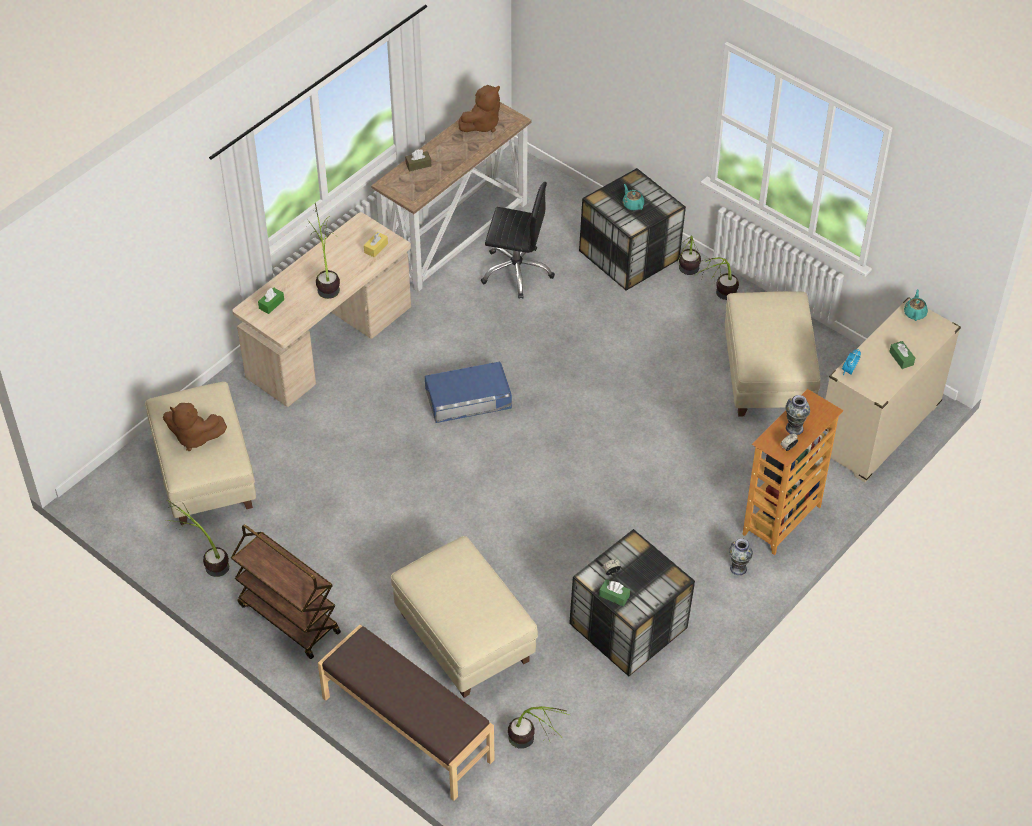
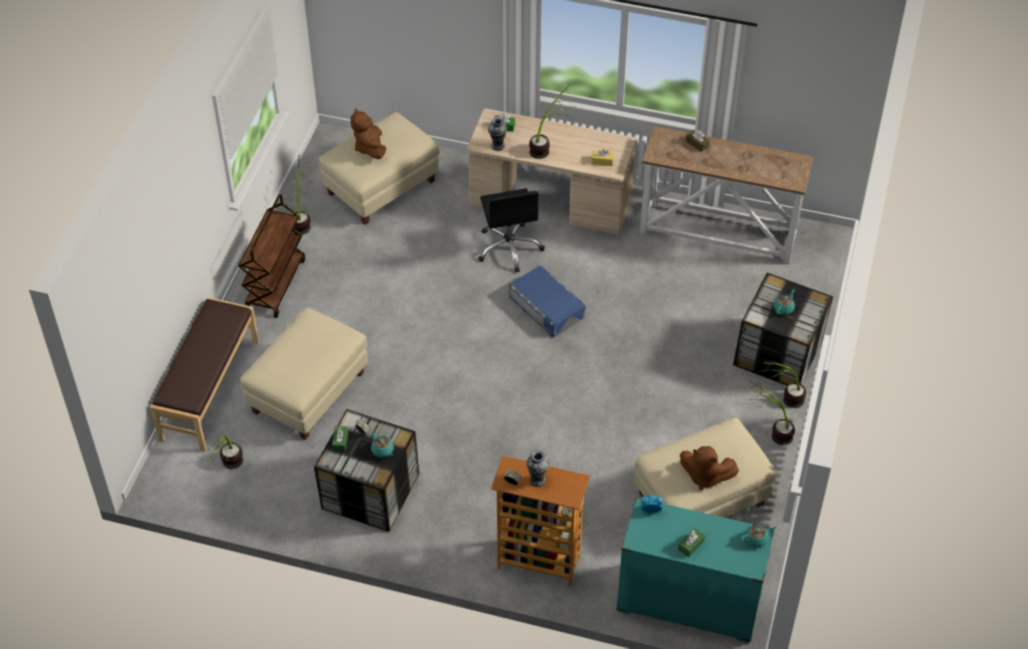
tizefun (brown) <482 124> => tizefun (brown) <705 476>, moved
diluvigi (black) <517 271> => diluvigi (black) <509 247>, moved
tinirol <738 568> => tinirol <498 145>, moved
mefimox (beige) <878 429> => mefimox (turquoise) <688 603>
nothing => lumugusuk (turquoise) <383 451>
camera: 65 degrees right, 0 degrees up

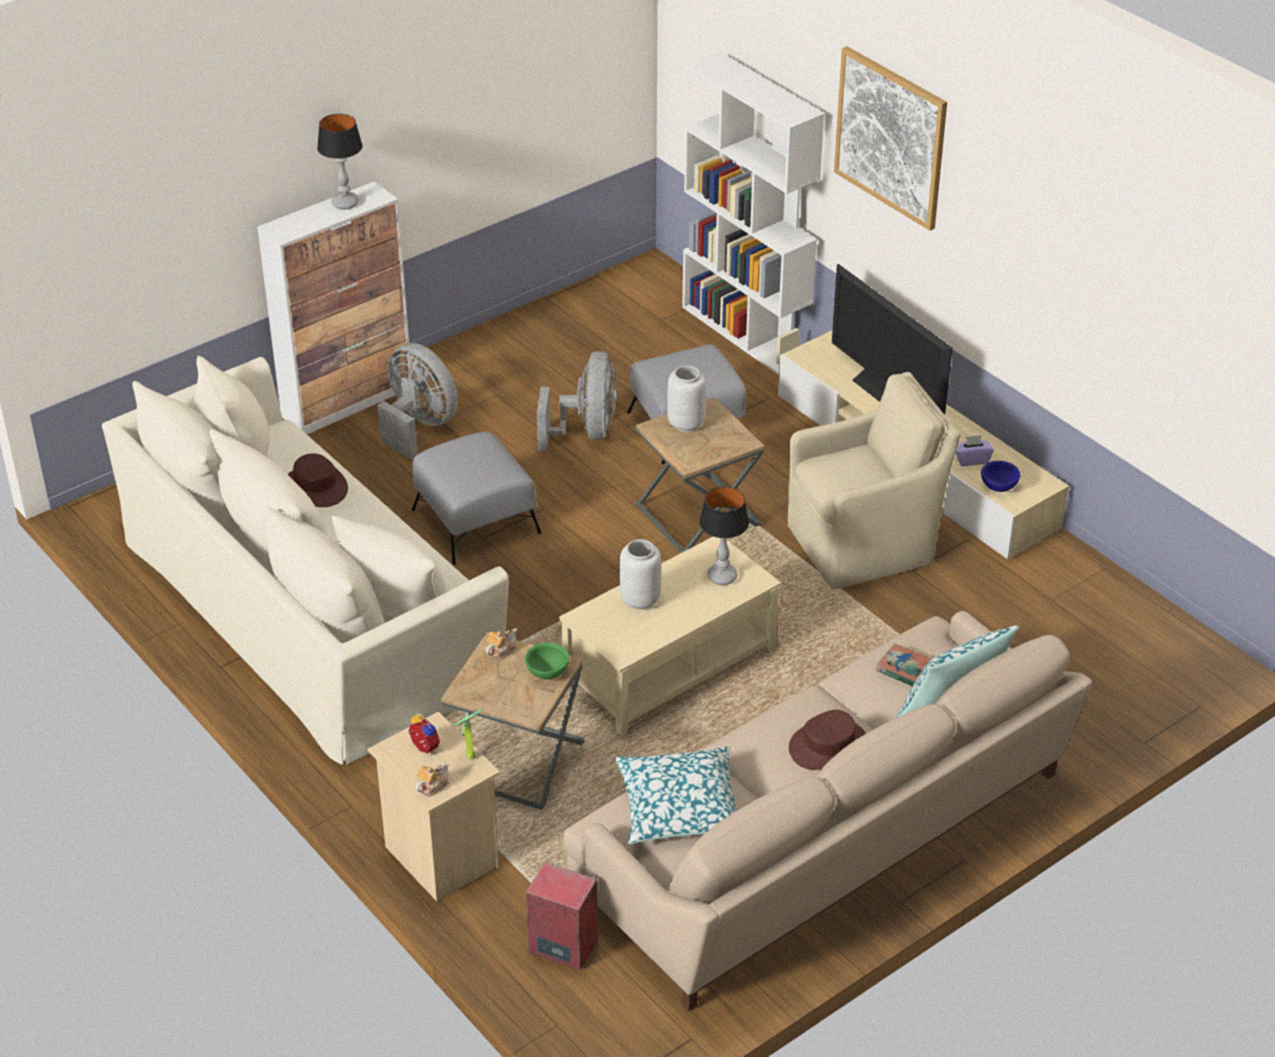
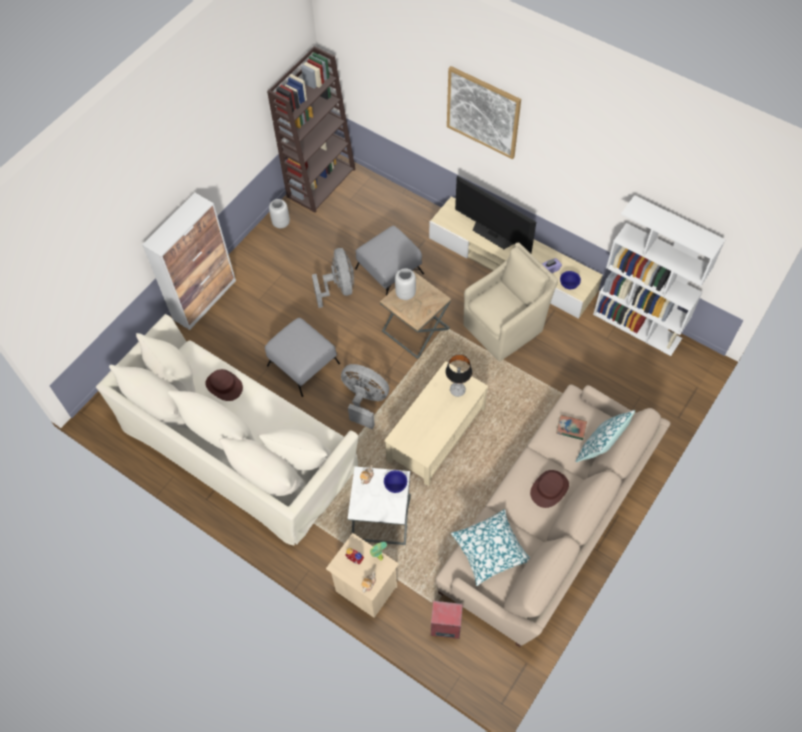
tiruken <344 203> => nothing
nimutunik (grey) <419 426> => nimutunik (grey) <365 401>, moved
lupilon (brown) <516 761> => lupilon (white) <381 517>
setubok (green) <546 673> => setubok (blue) <395 485>
tinirol (grey) <640 599> => tinirol (grey) <281 223>, moved
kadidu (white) <746 333> => kadidu (white) <637 326>, moved
nothing => kadidu (brown) <321 182>
camera: 15 degrees left, 20 degrees up

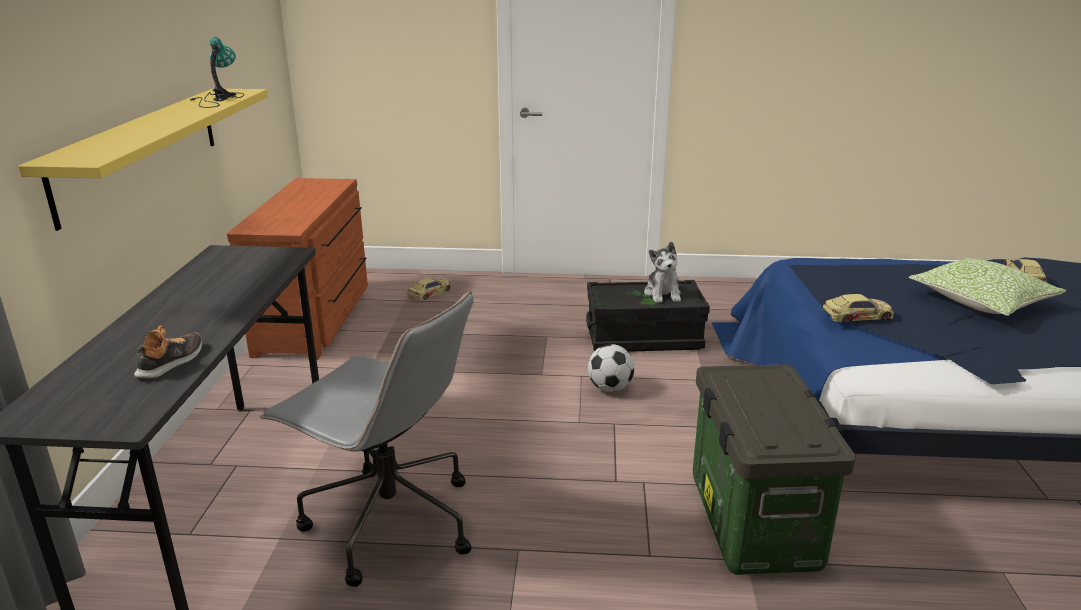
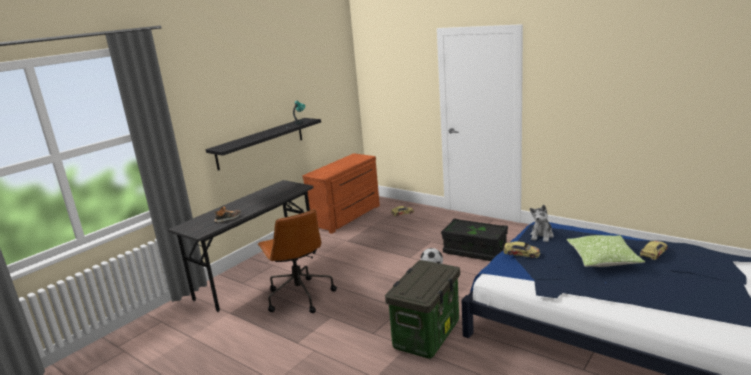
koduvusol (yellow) <140 150> => koduvusol (black) <261 143>
diluvigi (grey) <388 522> => diluvigi (brown) <299 296>
tizefun <662 294> => tizefun <541 236>, moved
camera: 35 degrees right, 5 degrees down

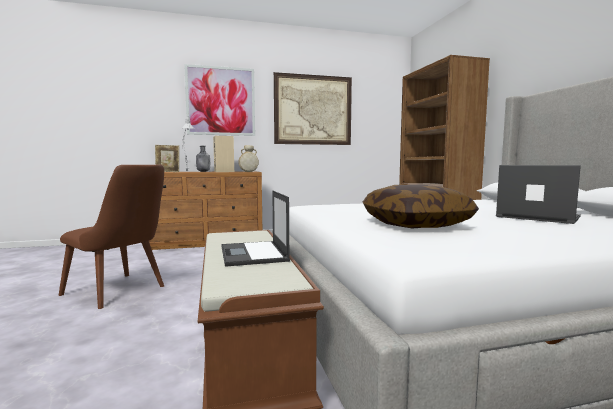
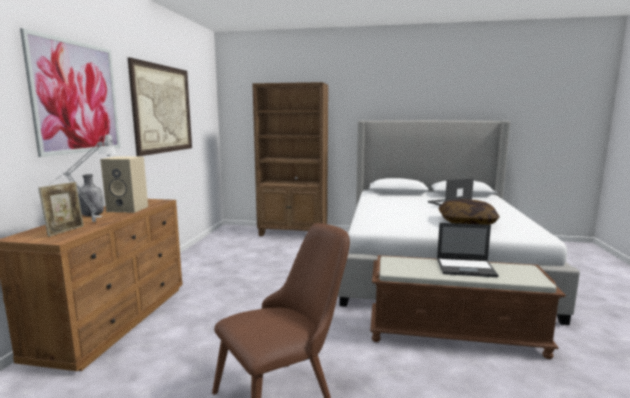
tinirol (beige) <248 171> => nothing
camera: 65 degrees left, 5 degrees up

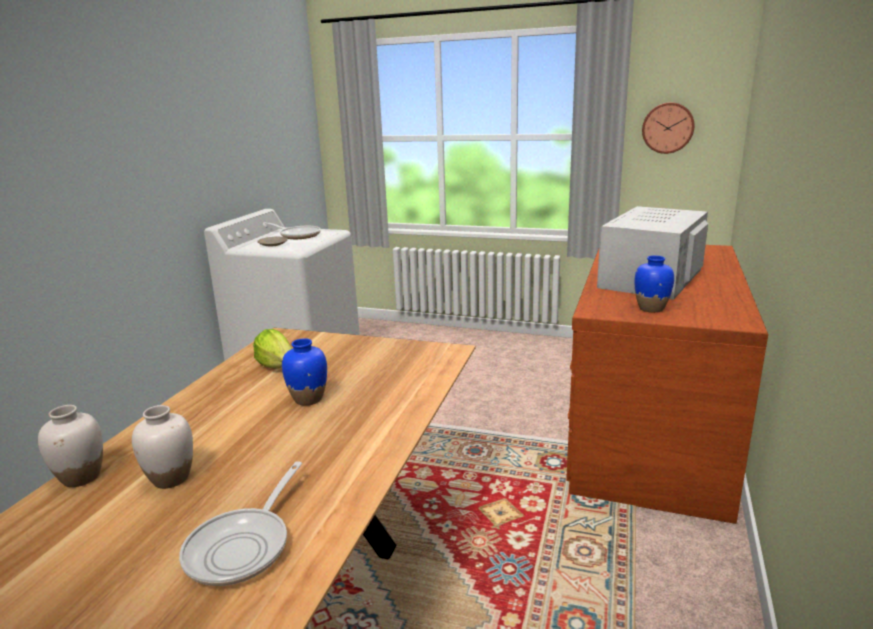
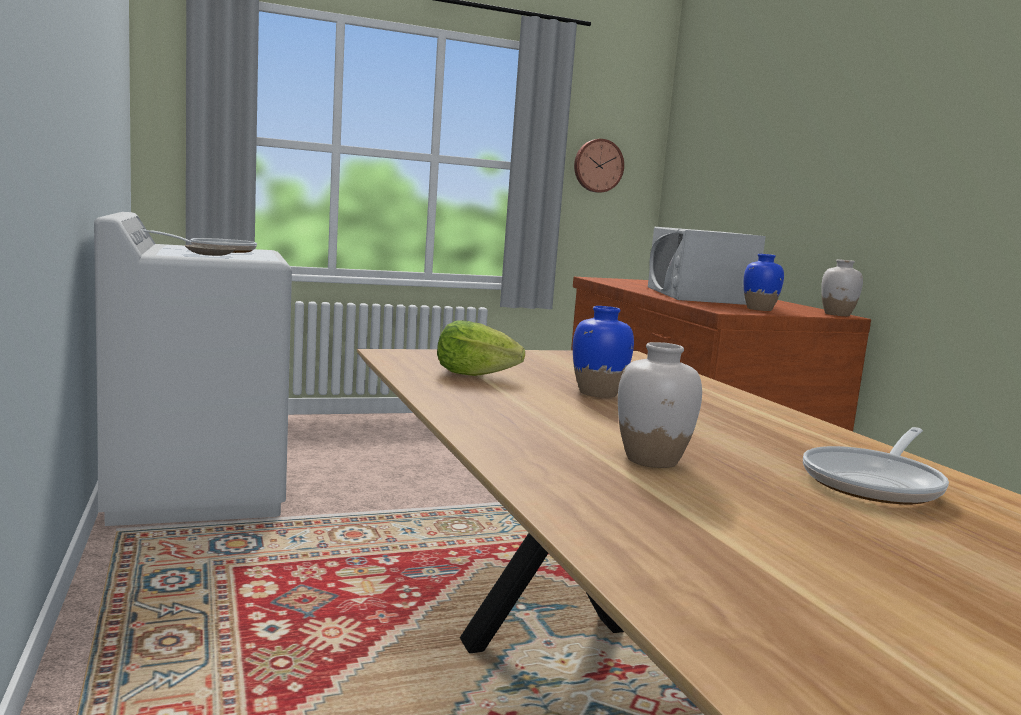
tinirol (white) <82 477> => tinirol (white) <837 314>, moved
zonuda <243 546> => zonuda <875 483>, 60 degrees clockwise
camera: 40 degrees left, 10 degrees down

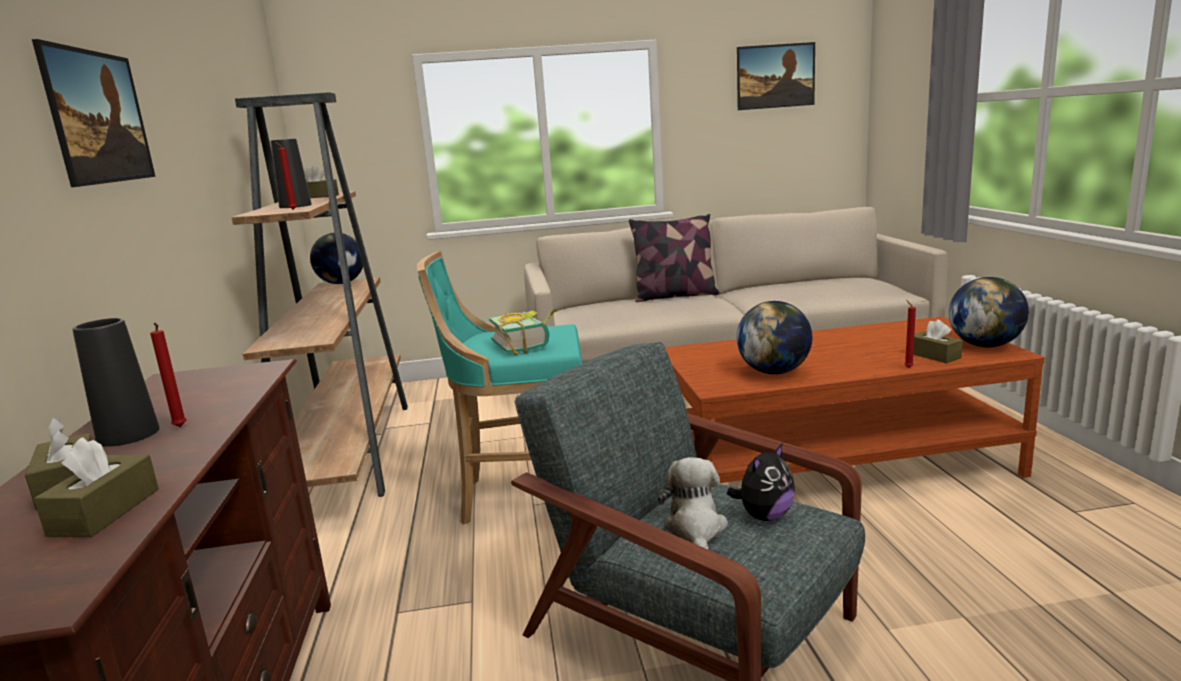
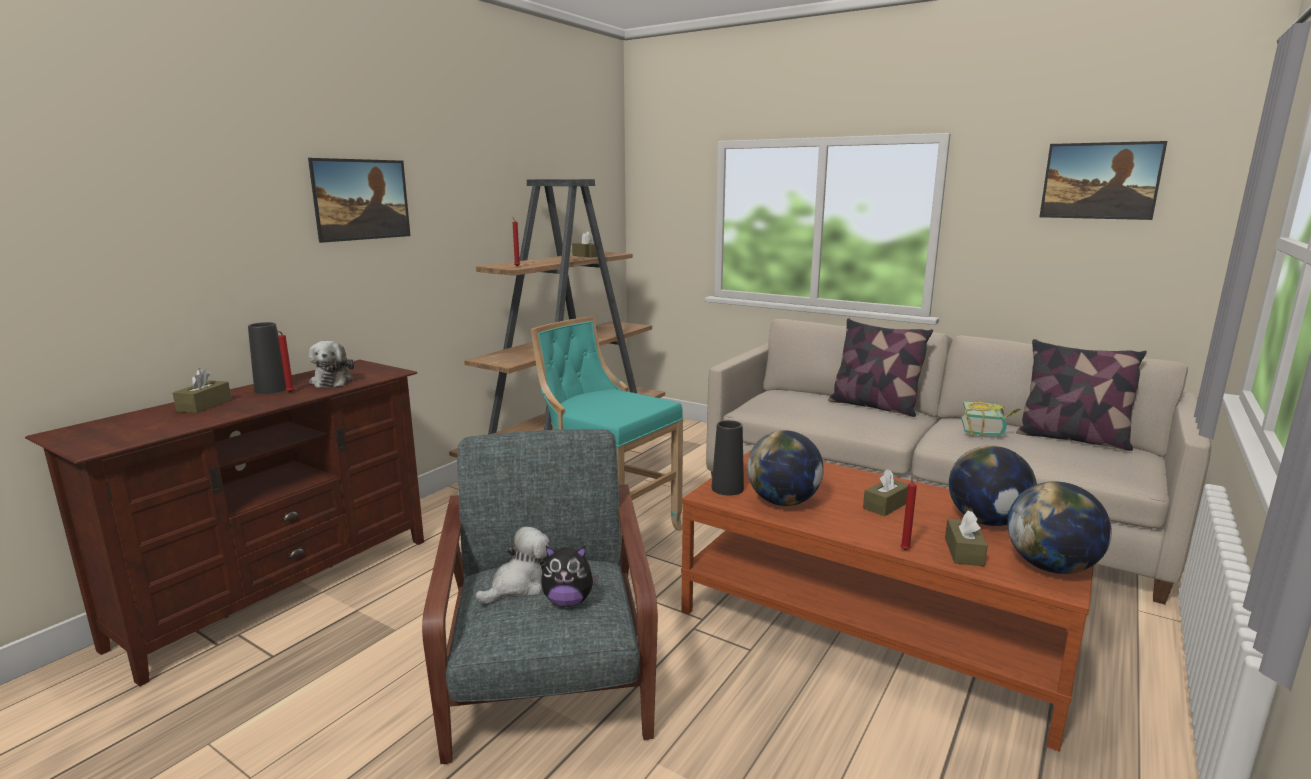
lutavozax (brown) <105 512> => lutavozax (brown) <885 505>, moved
tinirol (black) <295 206> => tinirol (black) <727 488>, moved
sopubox <341 283> => sopubox <986 521>, moved
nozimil <527 345> => nozimil <987 431>, moved
nothing => tizefun <332 381>
nothing => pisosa <1071 438>
camera: 40 degrees right, 0 degrees up

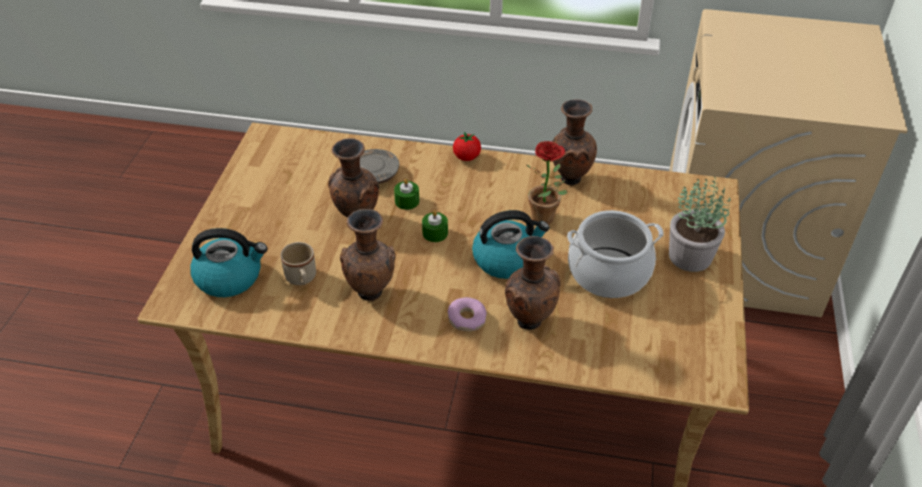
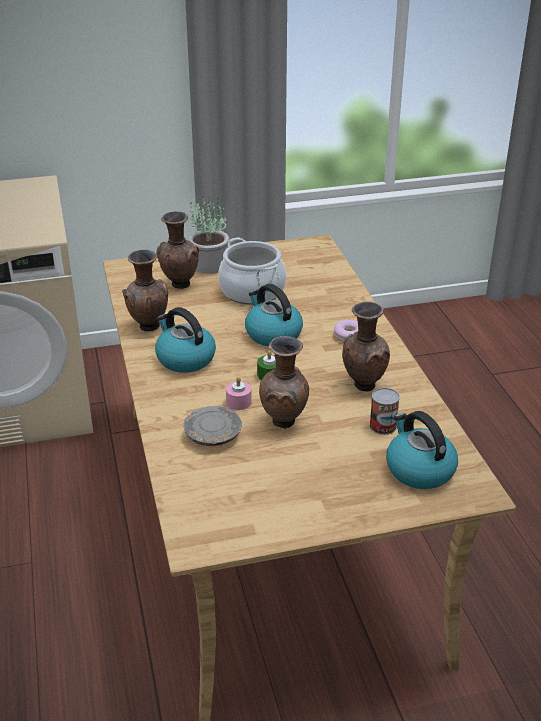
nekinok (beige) <302 279> => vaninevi <383 426>
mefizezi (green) <407 201> => mefizezi (pink) <238 402>
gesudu <466 157> => nothing
tinirol (brown) <529 320> => tinirol (brown) <179 285>, moved
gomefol <546 219> => nothing
nothing => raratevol <184 359>
camera: 115 degrees left, 10 degrees down

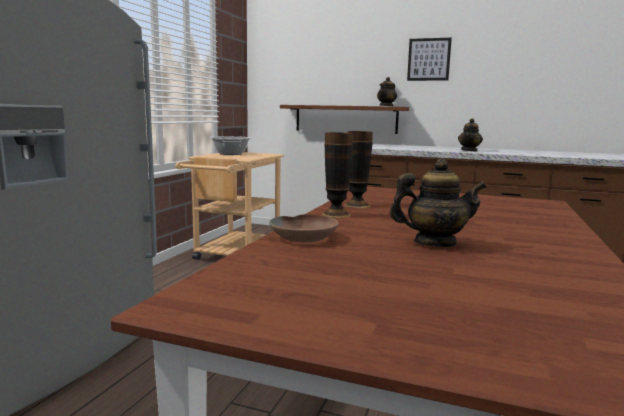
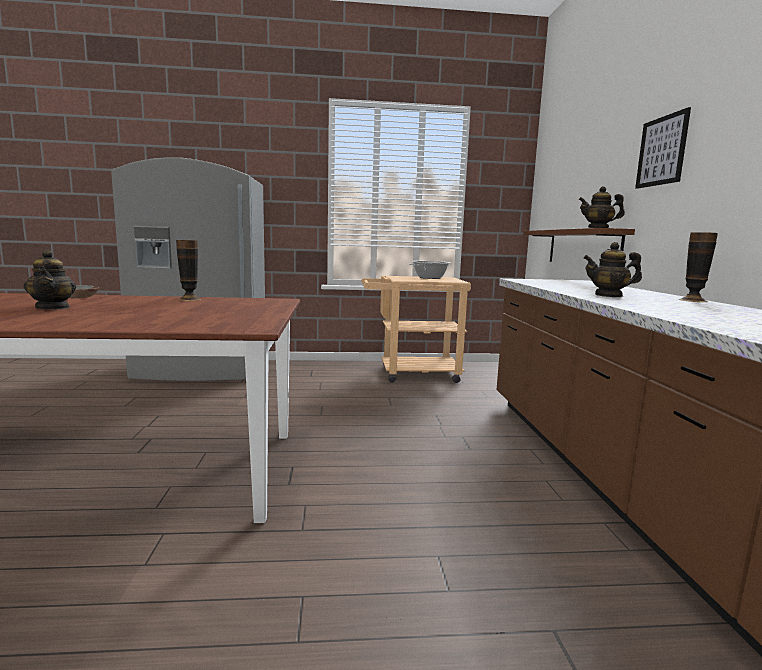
tinirol <336 214> => tinirol <692 300>, moved
camera: 65 degrees right, 0 degrees up

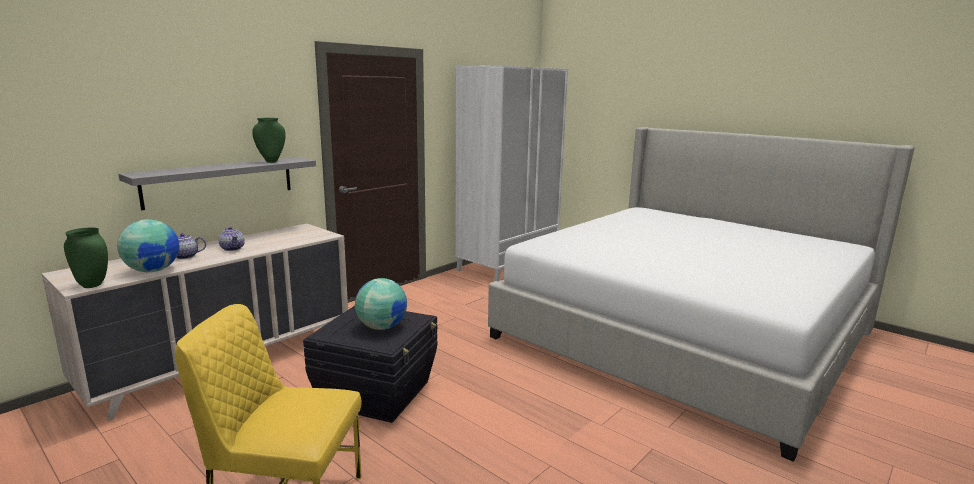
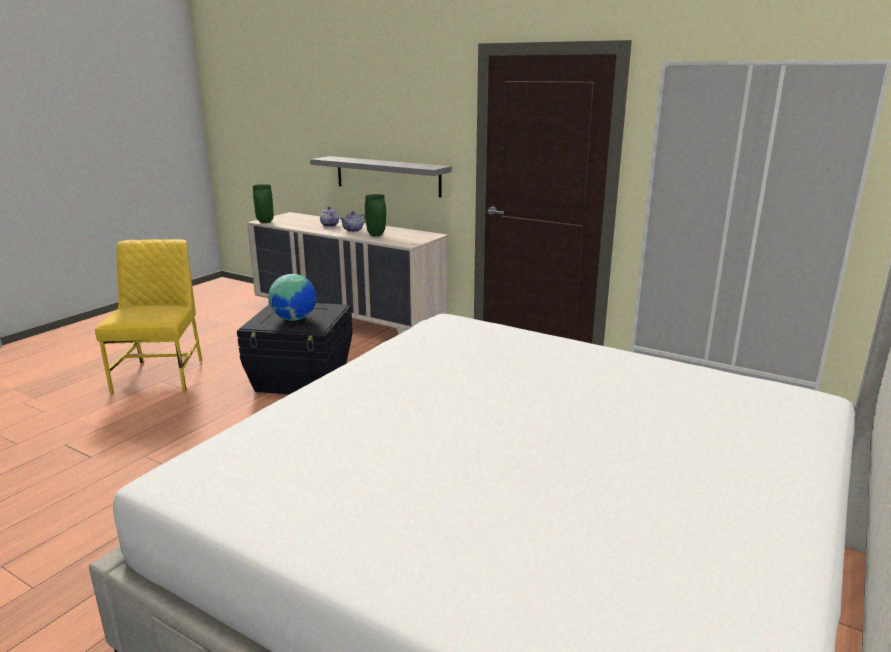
sopubox <153 270> => nothing
tinirol (green) <271 162> => tinirol (green) <375 235>, moved
camera: 80 degrees right, 5 degrees up

